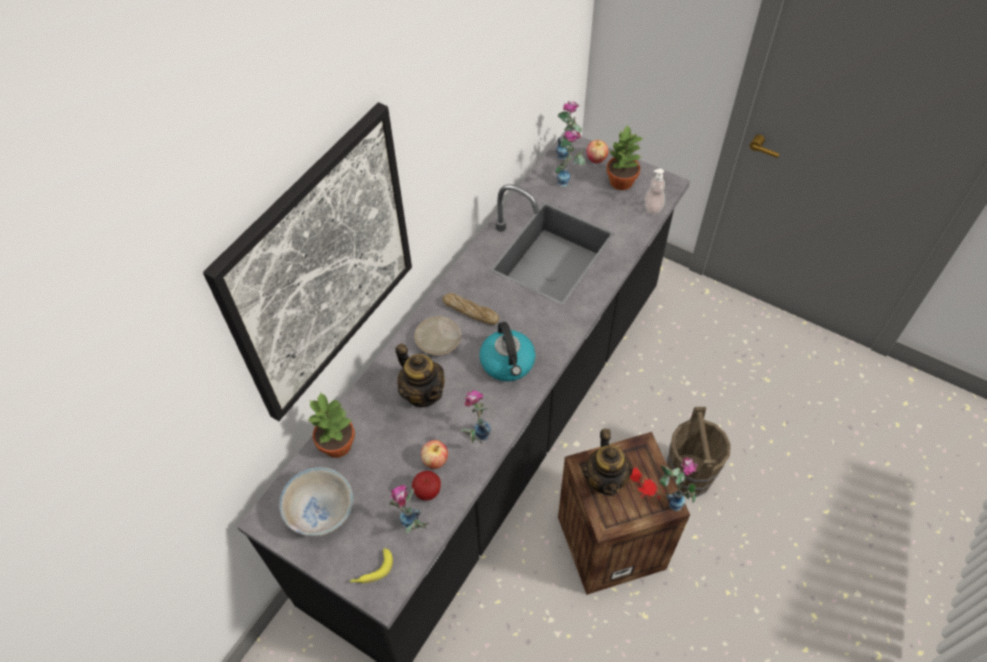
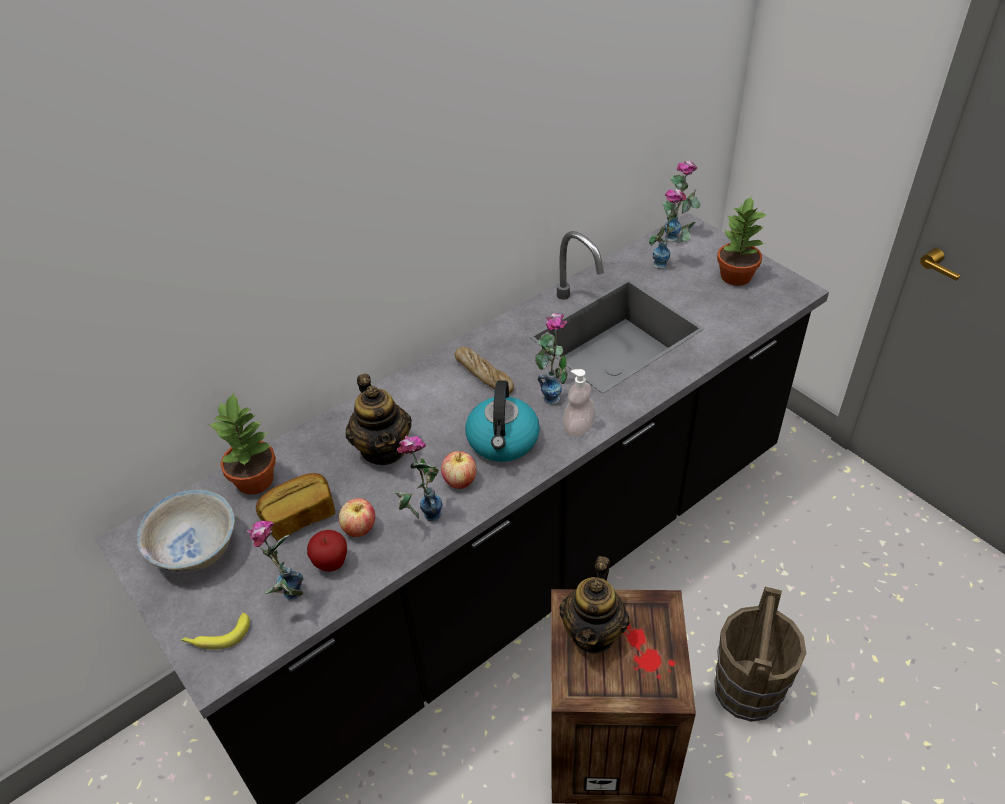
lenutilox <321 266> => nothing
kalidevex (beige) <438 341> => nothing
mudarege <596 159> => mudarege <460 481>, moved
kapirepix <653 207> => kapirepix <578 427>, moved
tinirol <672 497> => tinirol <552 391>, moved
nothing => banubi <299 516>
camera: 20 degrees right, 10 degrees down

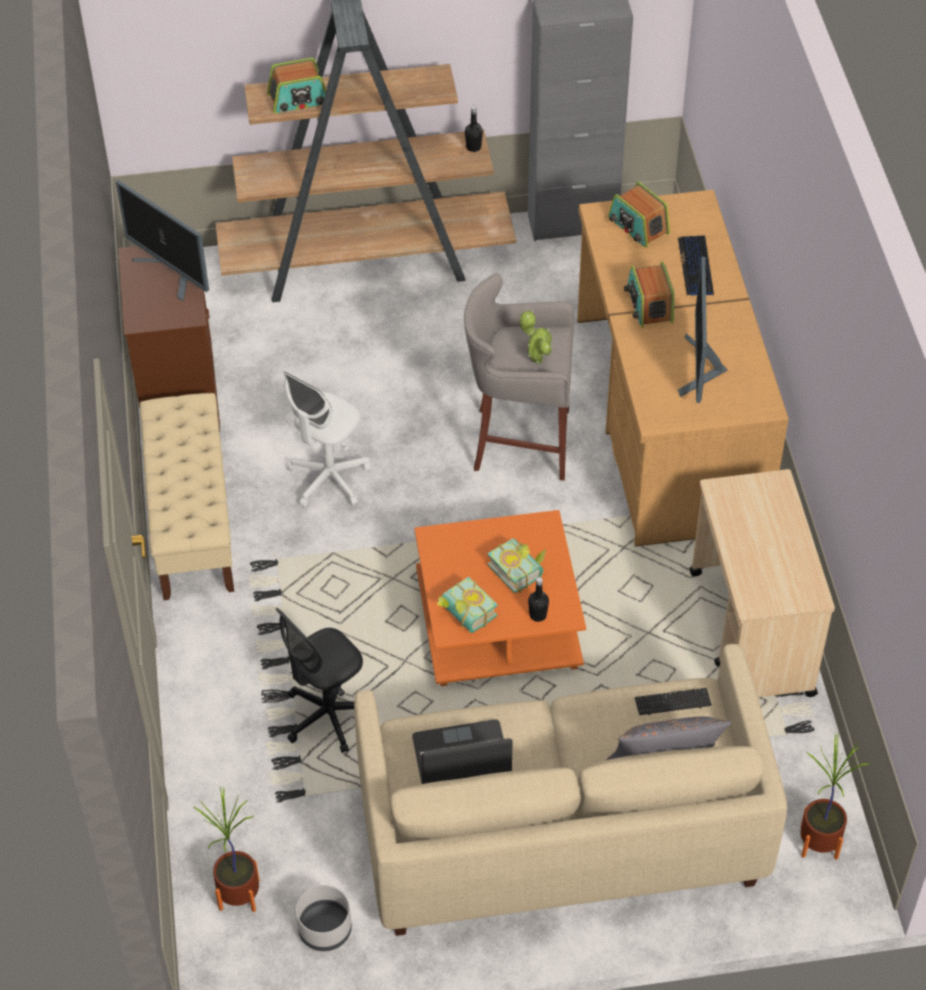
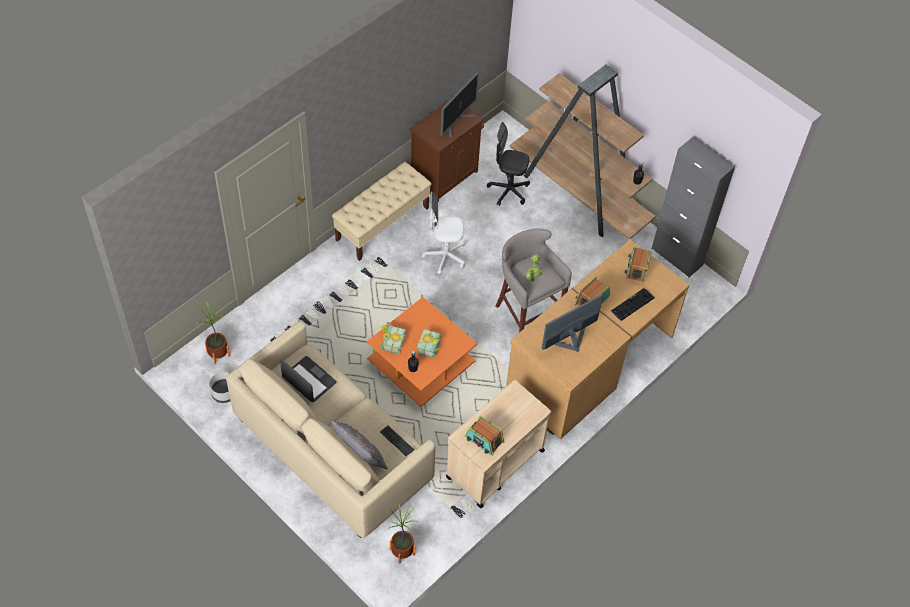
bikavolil <172 273> => bikavolil <456 122>, 150 degrees counterclockwise
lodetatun <298 99> => lodetatun <484 440>, moved
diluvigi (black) <328 716> => diluvigi (black) <508 191>, moved
camera: 50 degrees right, 5 degrees up

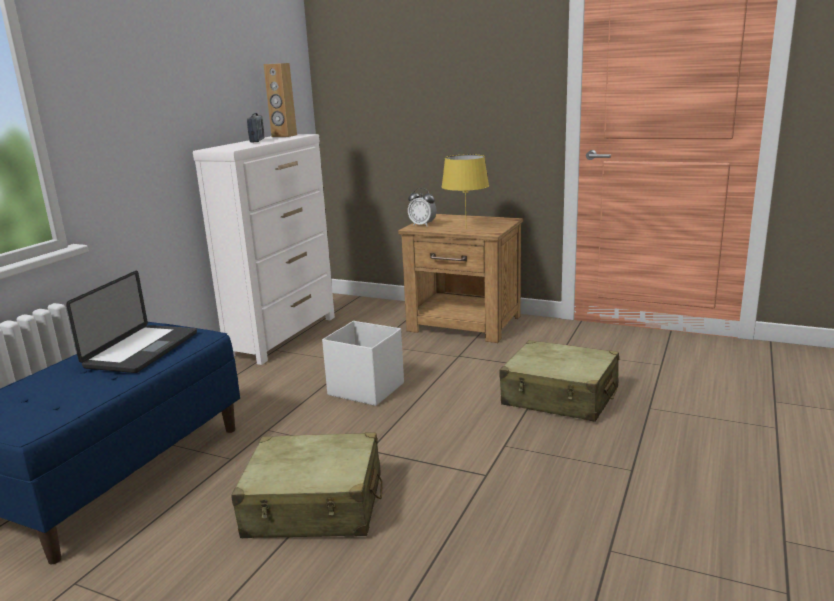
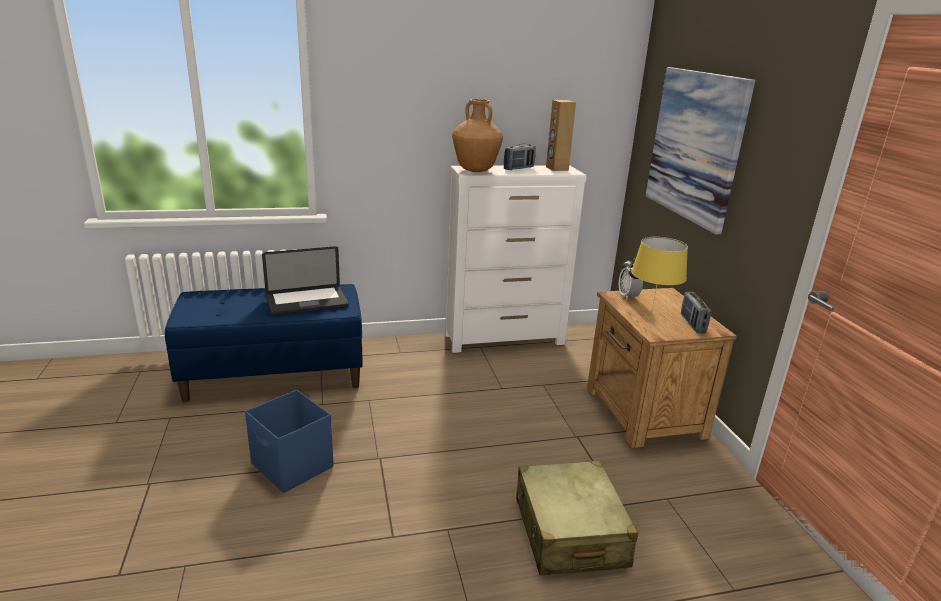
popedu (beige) <314 505> => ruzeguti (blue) <292 466>
ruzeguti (white) <365 389> => nothing
nothing => tinirol (brown) <475 170>
nothing => lenutilox <695 146>
nothing => lodetatun <692 324>
camera: 50 degrees right, 5 degrees up

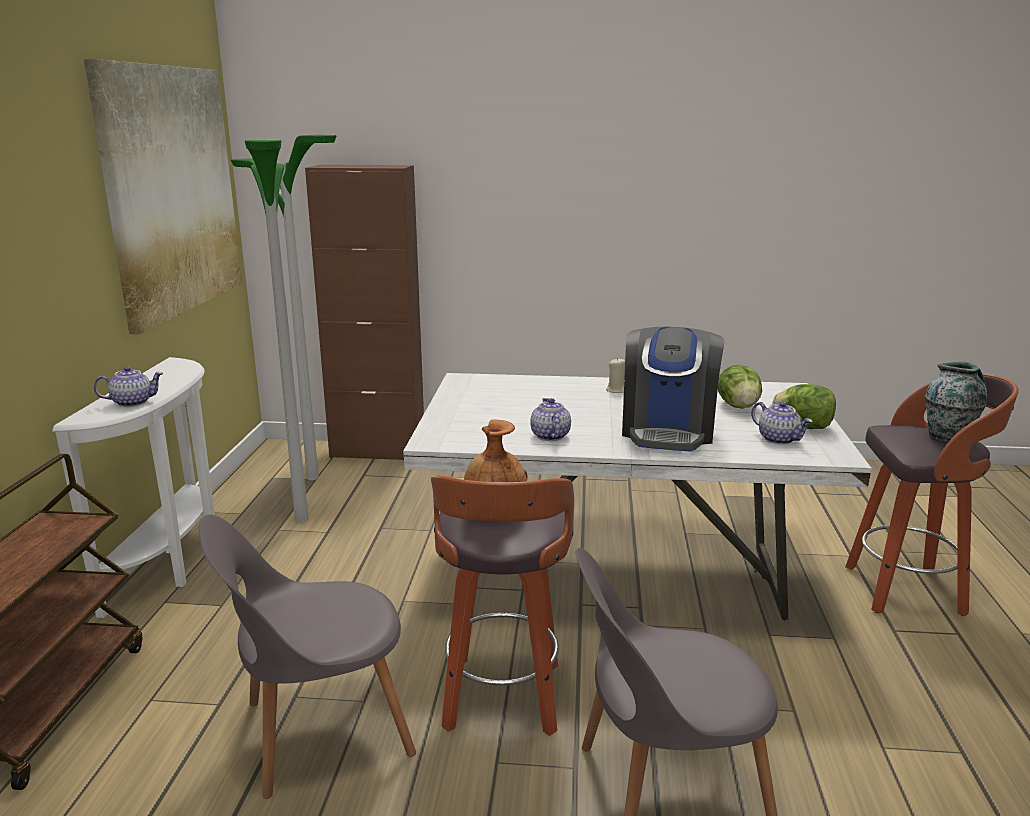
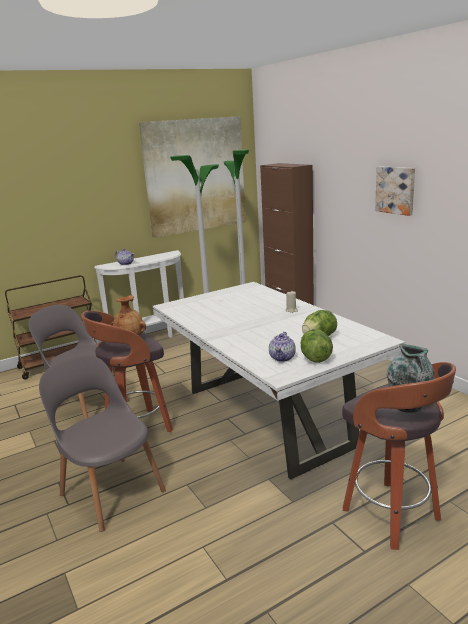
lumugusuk <549 436> => nothing
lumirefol <668 431> => nothing
nothing => lenutilox <396 190>
camera: 55 degrees right, 0 degrees up

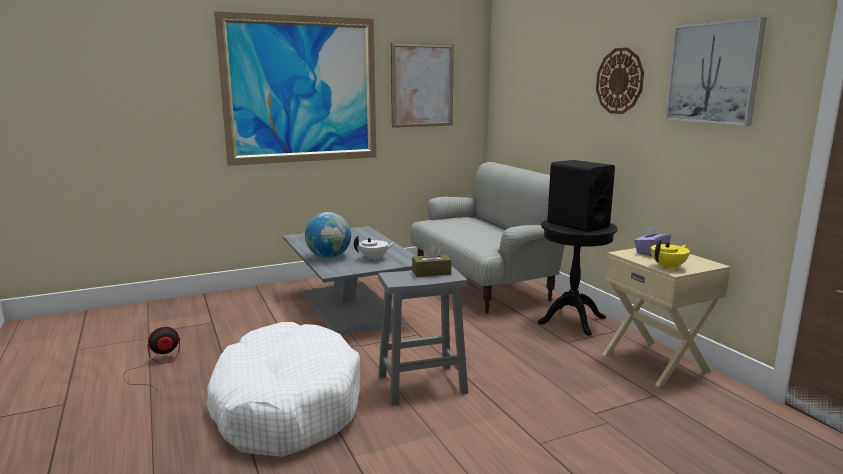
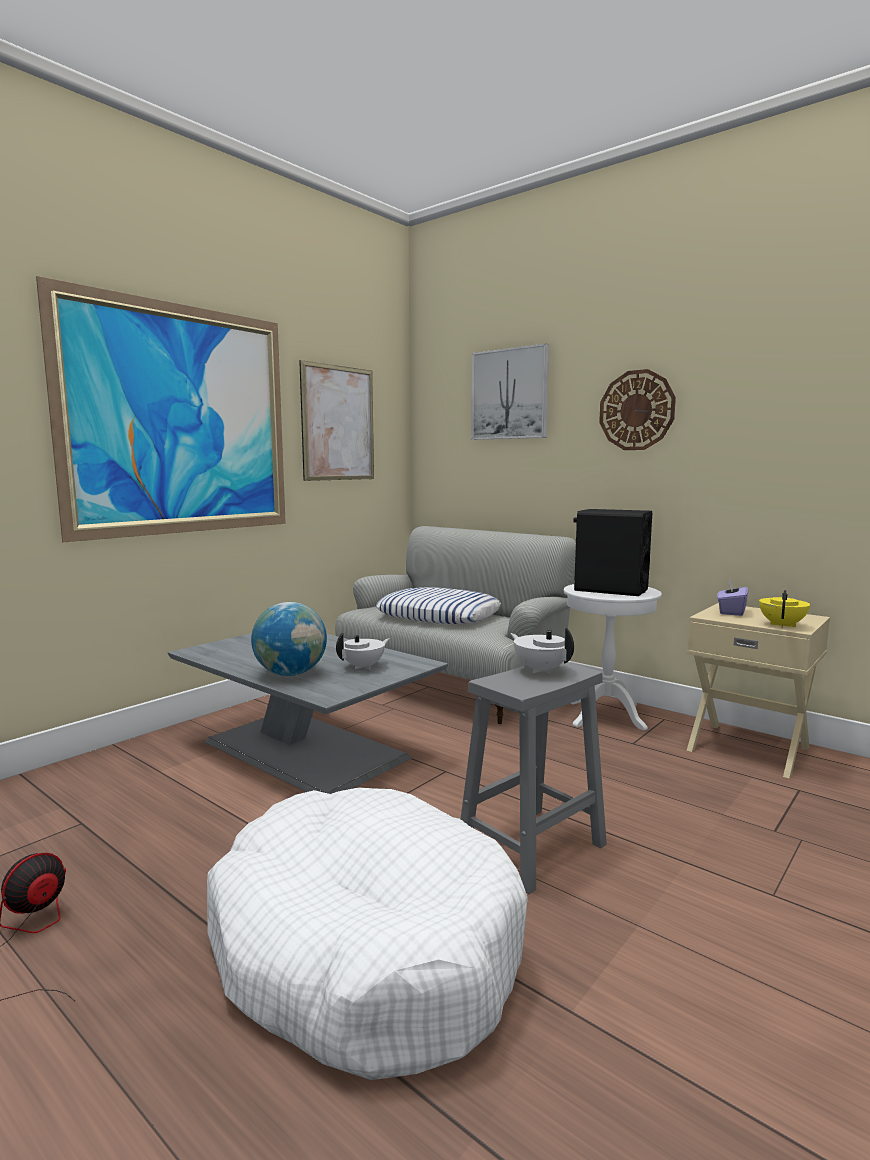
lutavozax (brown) <431 272> => lumugusuk (white) <541 670>
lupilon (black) <571 320> => lupilon (white) <605 715>
lenutilox <713 73> => lenutilox <510 394>, moved
nothing => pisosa <439 615>
camera: 25 degrees left, 5 degrees down

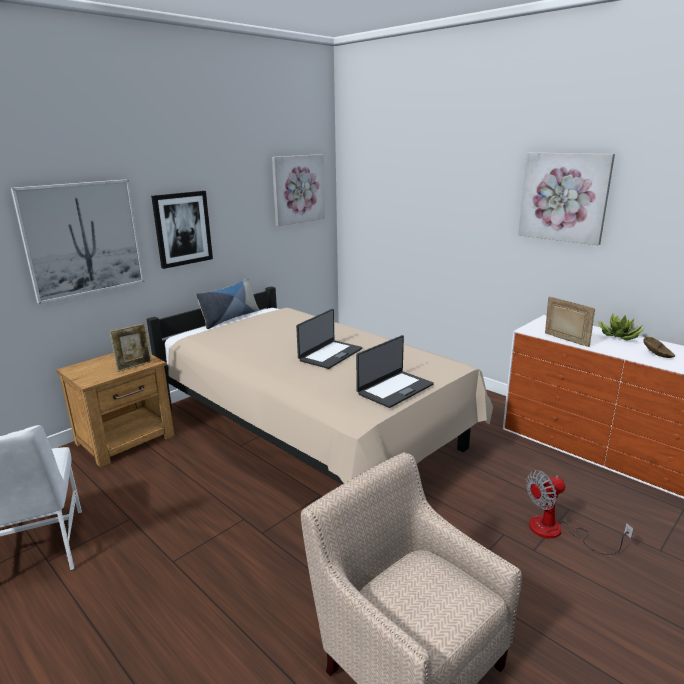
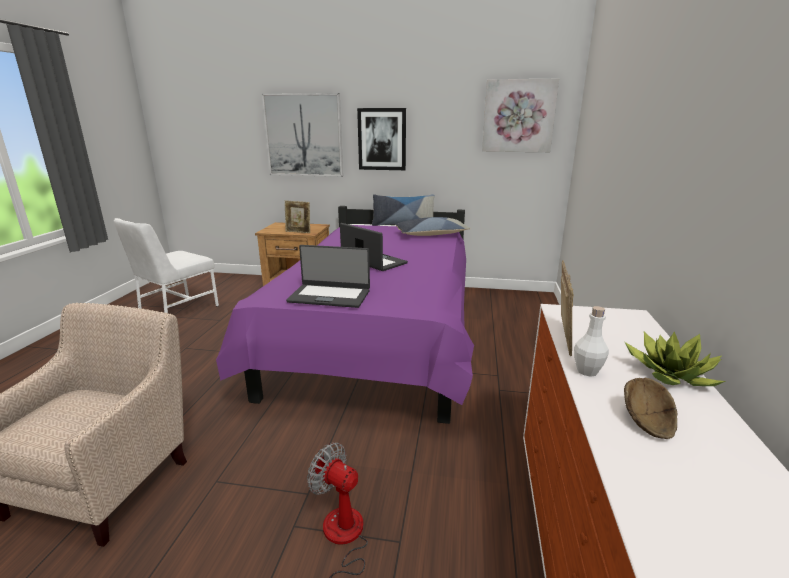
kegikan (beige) <312 432> => kegikan (purple) <378 336>
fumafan <330 354> => fumafan <373 261>, 135 degrees counterclockwise
lenutilox <564 197> => nothing
nothing => pisosa <431 234>
nothing => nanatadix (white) <587 371>
camera: 55 degrees right, 0 degrees up

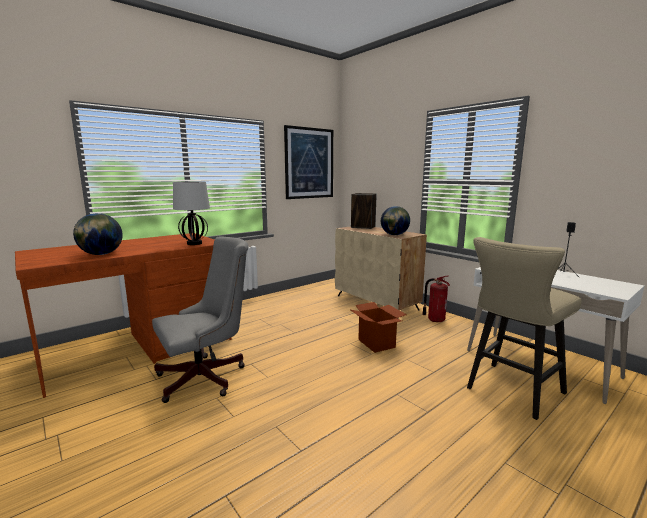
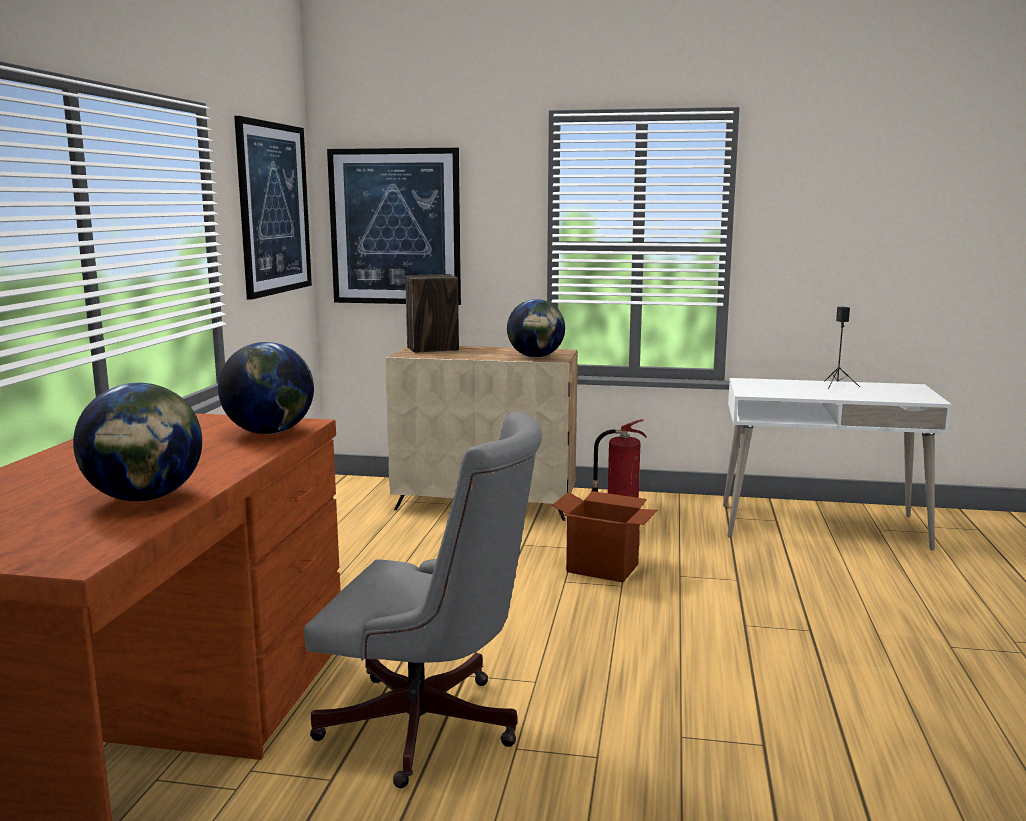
diluvigi (grey) <207 377> => diluvigi (grey) <431 729>, 90 degrees clockwise
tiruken <195 243> => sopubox <270 432>
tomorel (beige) <511 392> => nothing
nothing => lenutilox <395 227>
camera: 40 degrees left, 0 degrees up

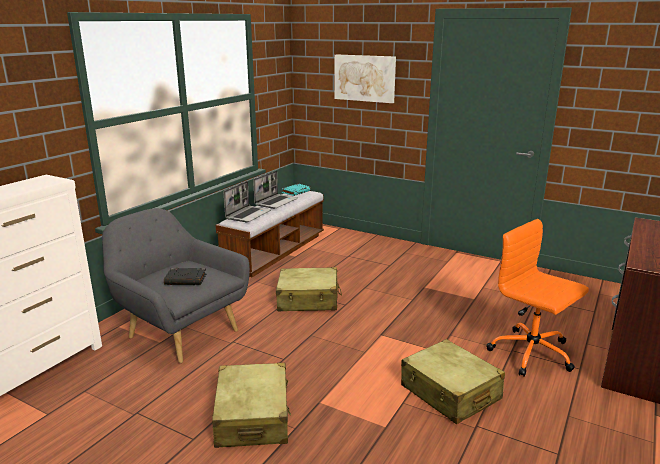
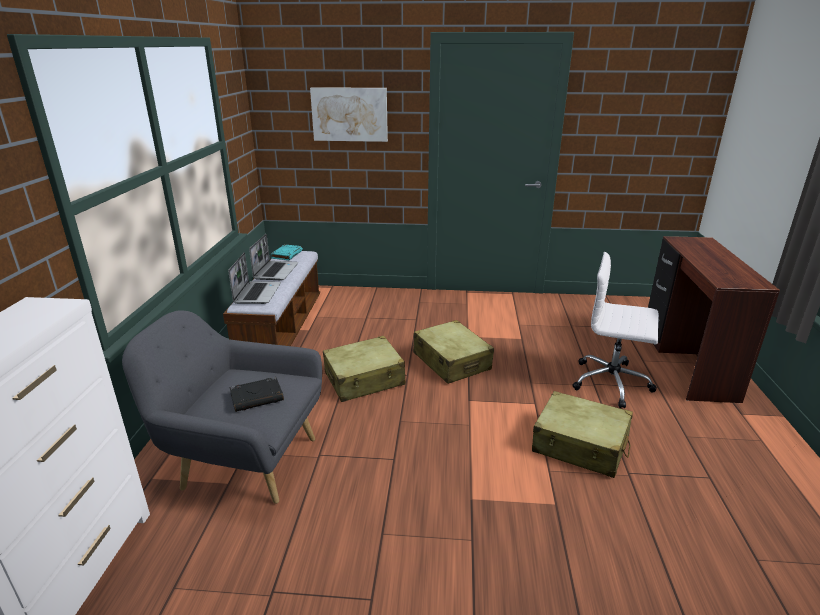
popedu (beige) <253 417> => popedu (beige) <451 362>, moved
diluvigi (orange) <532 354> => diluvigi (white) <612 383>
camera: 25 degrees left, 5 degrees up

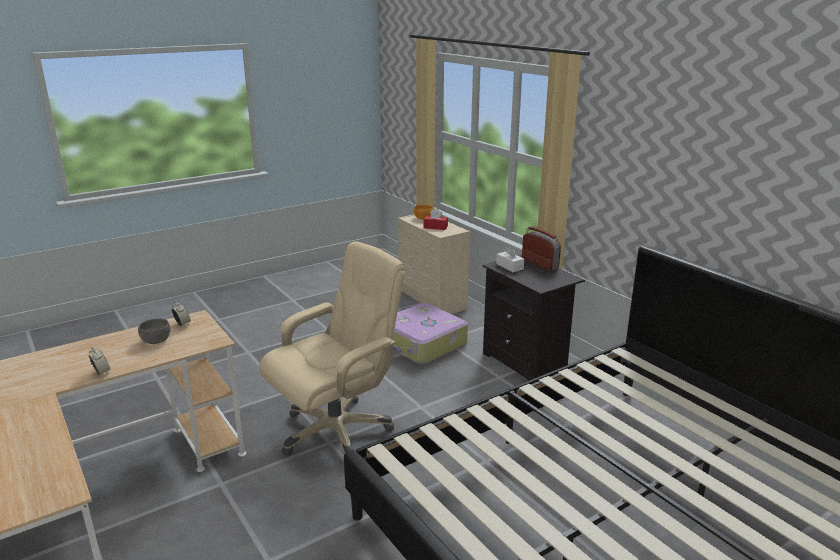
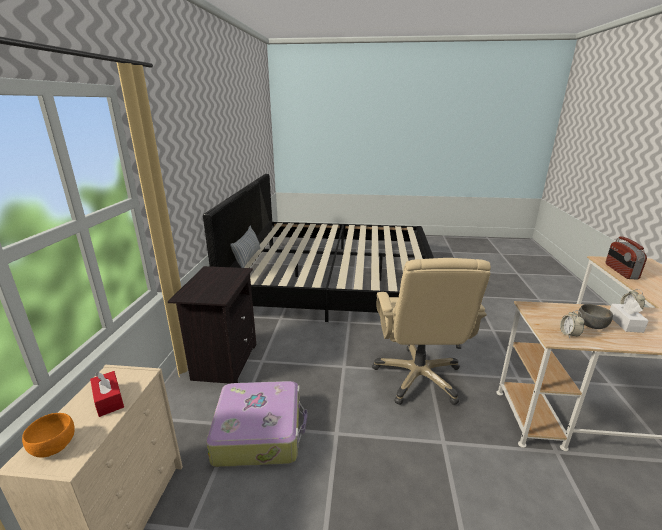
diluvigi (beige) <336 431> => diluvigi (beige) <418 377>, 90 degrees counterclockwise
lutavozax (white) <509 266> => lutavozax (white) <625 323>, moved
lodetatun <540 263> => lodetatun <620 271>, moved
nothing => pisosa <248 258>
camera: 140 degrees left, 0 degrees up

